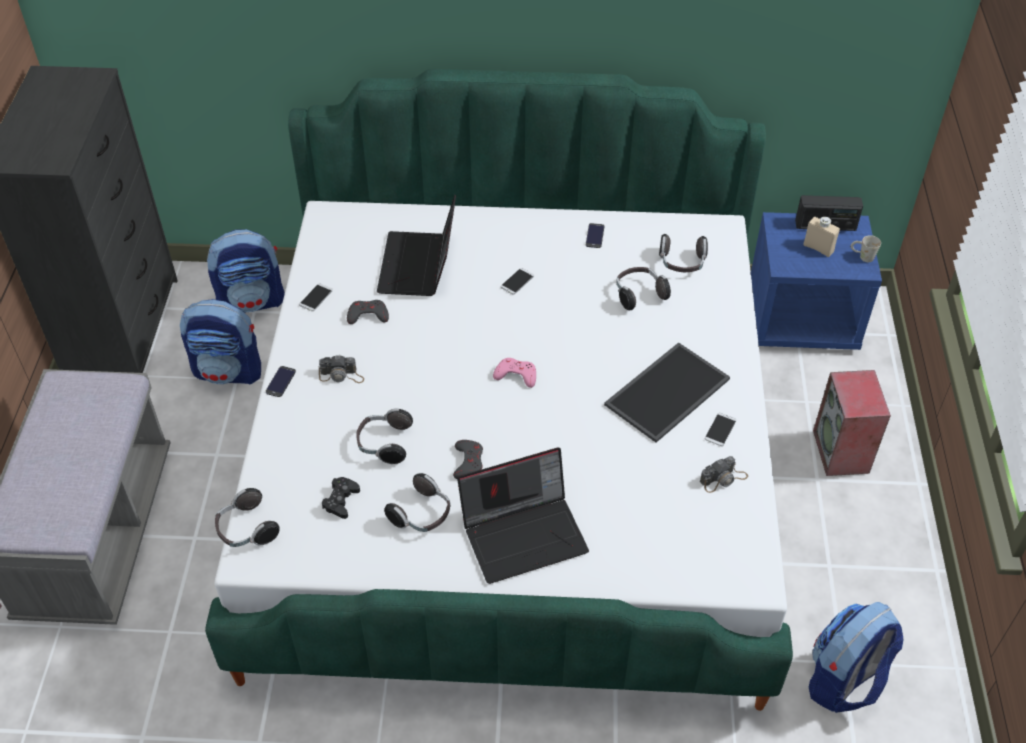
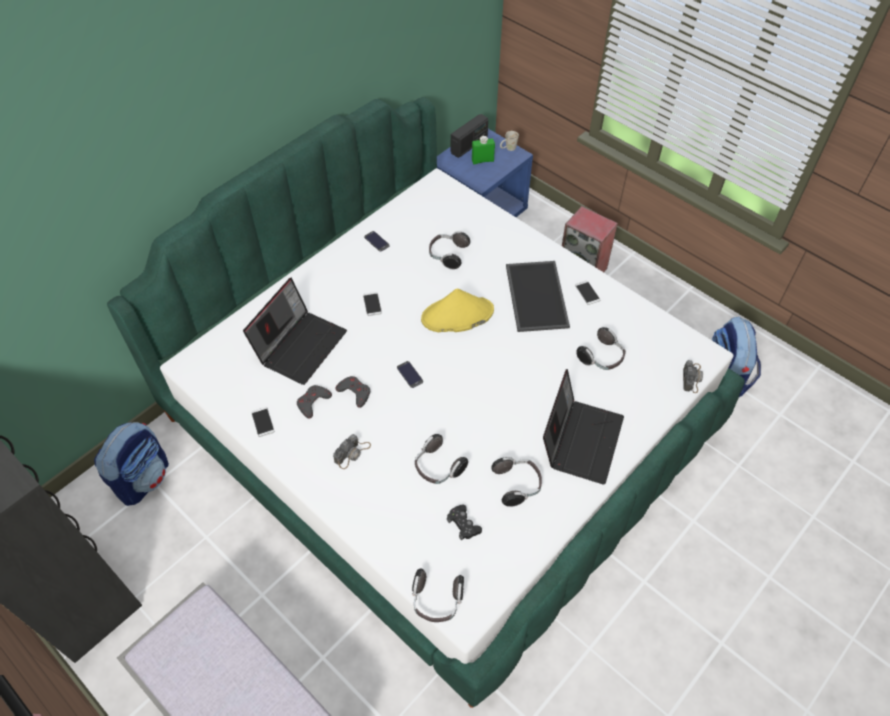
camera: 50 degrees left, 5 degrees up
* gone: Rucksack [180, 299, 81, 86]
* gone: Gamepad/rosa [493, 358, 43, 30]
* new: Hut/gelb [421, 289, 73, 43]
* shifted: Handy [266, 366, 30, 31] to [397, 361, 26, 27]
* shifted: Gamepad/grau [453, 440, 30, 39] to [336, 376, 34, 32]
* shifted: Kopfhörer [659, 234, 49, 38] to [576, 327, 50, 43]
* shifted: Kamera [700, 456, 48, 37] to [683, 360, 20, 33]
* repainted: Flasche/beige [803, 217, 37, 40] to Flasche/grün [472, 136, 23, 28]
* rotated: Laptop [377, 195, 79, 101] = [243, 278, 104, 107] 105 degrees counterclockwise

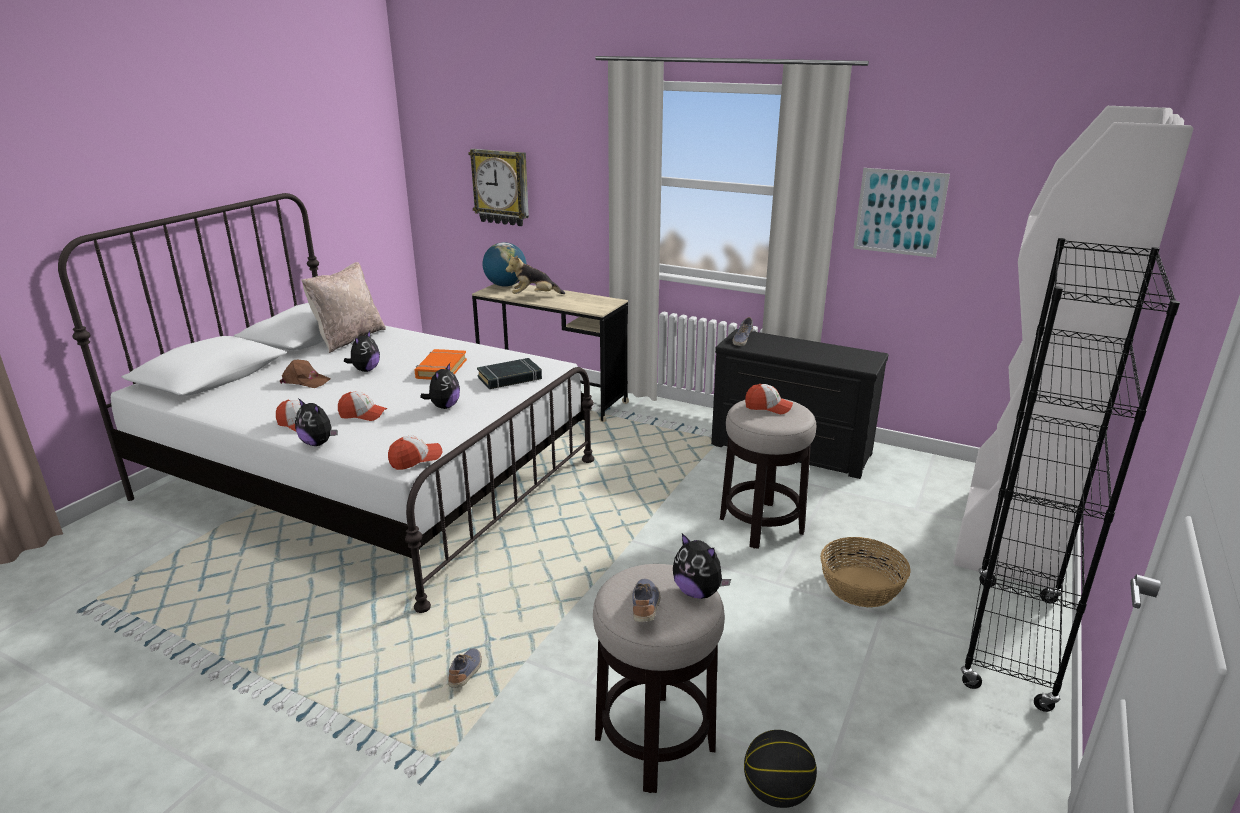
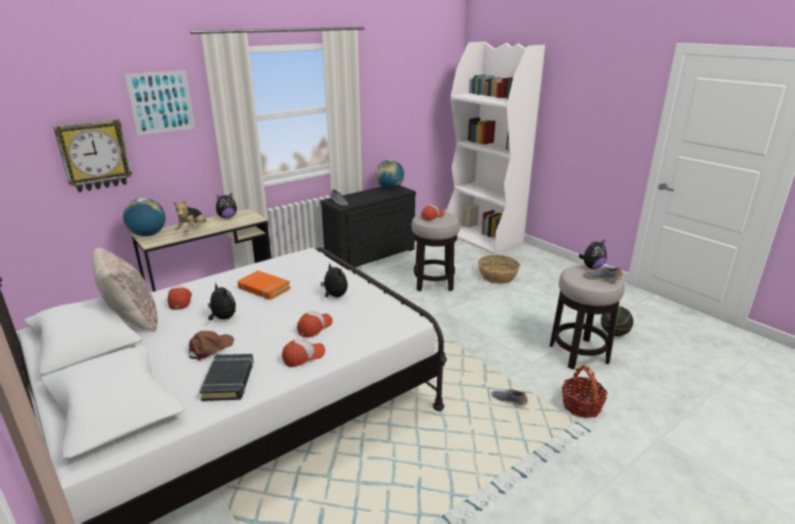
camera: 65 degrees left, 0 degrees up
* gone: Bücherregal/schwarz [961, 238, 219, 474]
* new: Globus [376, 160, 28, 29]
* new: Korb [562, 365, 46, 53]
* shifted: Plüschtier [295, 398, 43, 48] to [216, 193, 21, 26]
* shifted: Kappe [388, 435, 54, 35] to [168, 285, 24, 25]
* shifted: Buch/schwarz [477, 358, 65, 31] to [200, 354, 54, 47]
* shifted: Bild [853, 168, 97, 90] to [124, 70, 71, 65]

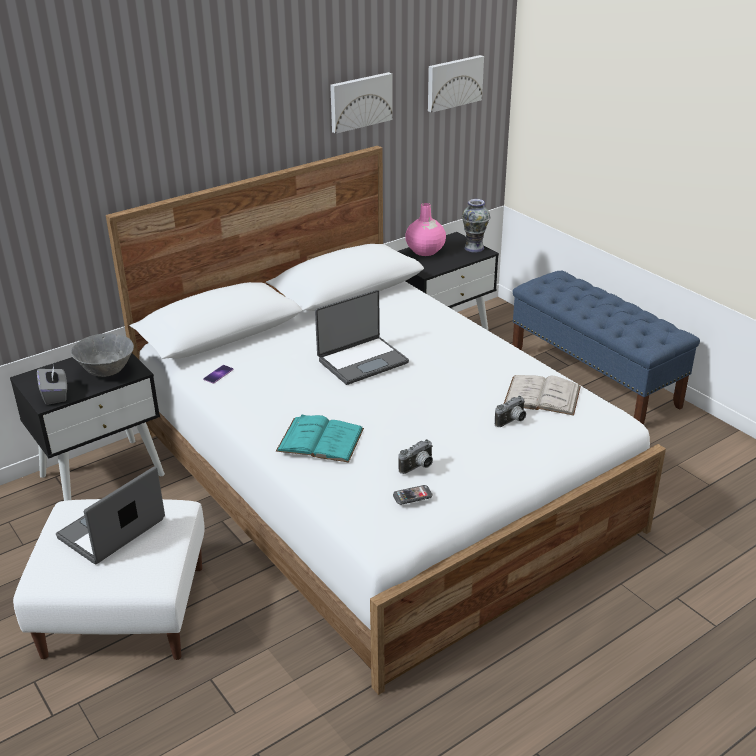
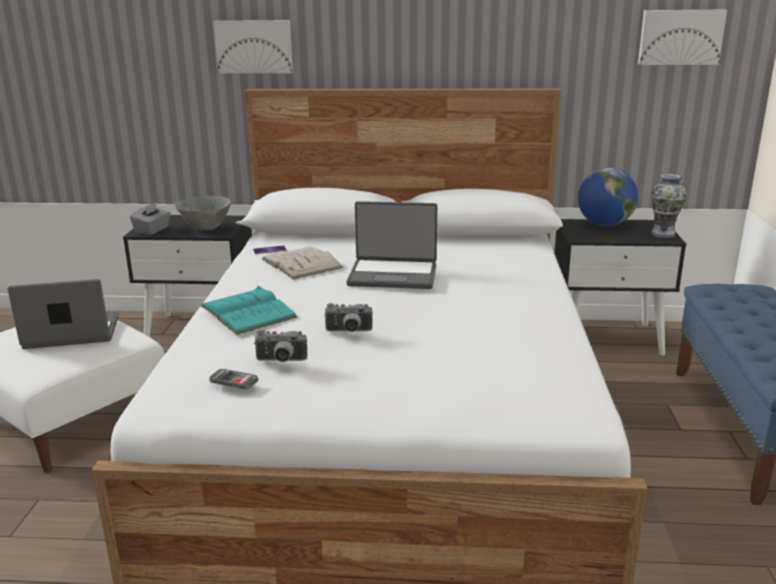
camera: 40 degrees right, 10 degrees down
* shifted: Bild [330, 72, 63, 62] to [213, 20, 80, 53]
* shifted: Kamera [495, 396, 31, 31] to [324, 303, 49, 29]
* shifted: Buch/weiß [504, 375, 77, 41] to [261, 247, 82, 32]
* swapped: Vase/rosa [405, 203, 41, 53] to Globus [578, 168, 60, 58]

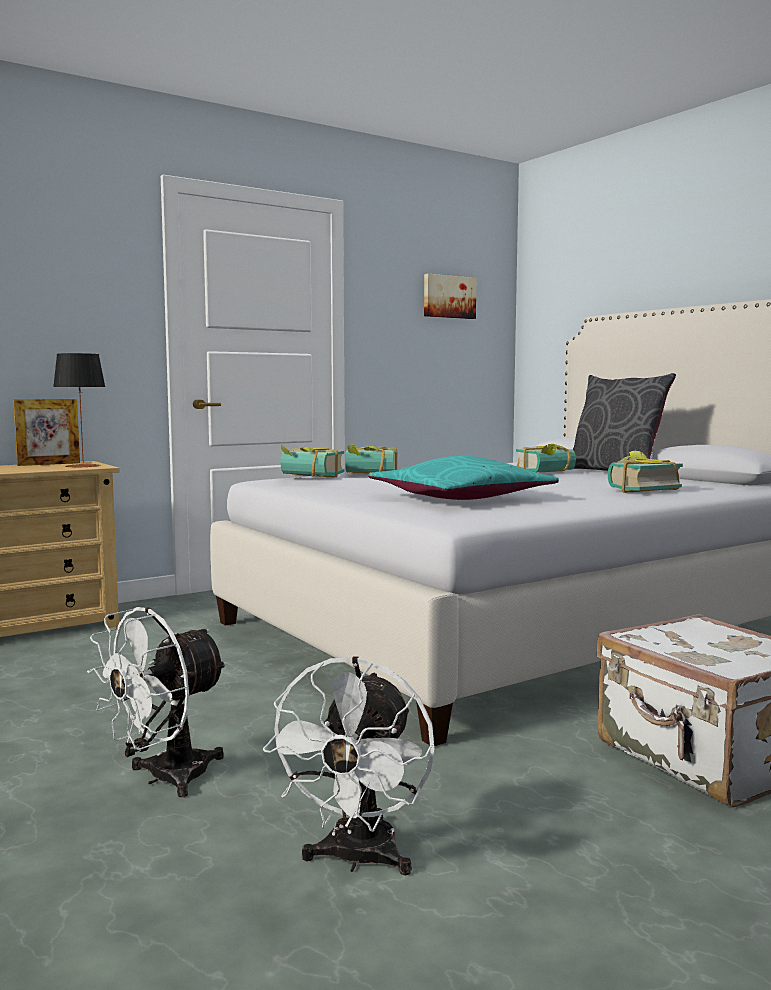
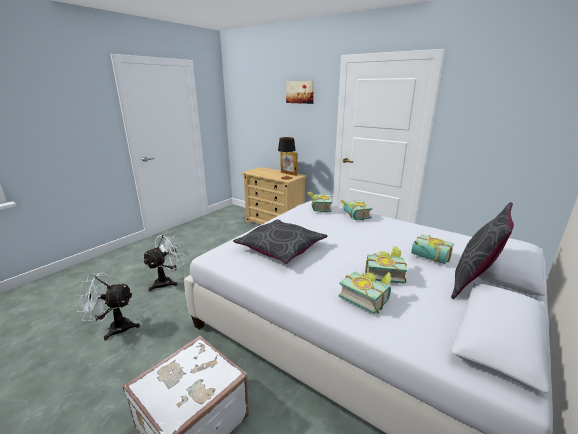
camera: 70 degrees right, 15 degrees up
* new: Buch [365, 246, 42, 38]
* shifted: Bild [424, 274, 52, 45] to [286, 81, 28, 23]
* repainted: Kissen/türkis [368, 456, 191, 44] to Kissen/grau [233, 219, 95, 45]
* rotated: Ventilator/weiß [87, 607, 141, 190] = [142, 233, 43, 58] 105 degrees clockwise

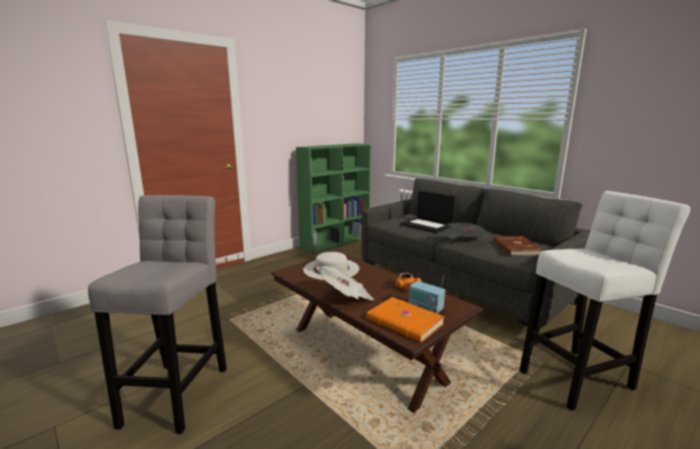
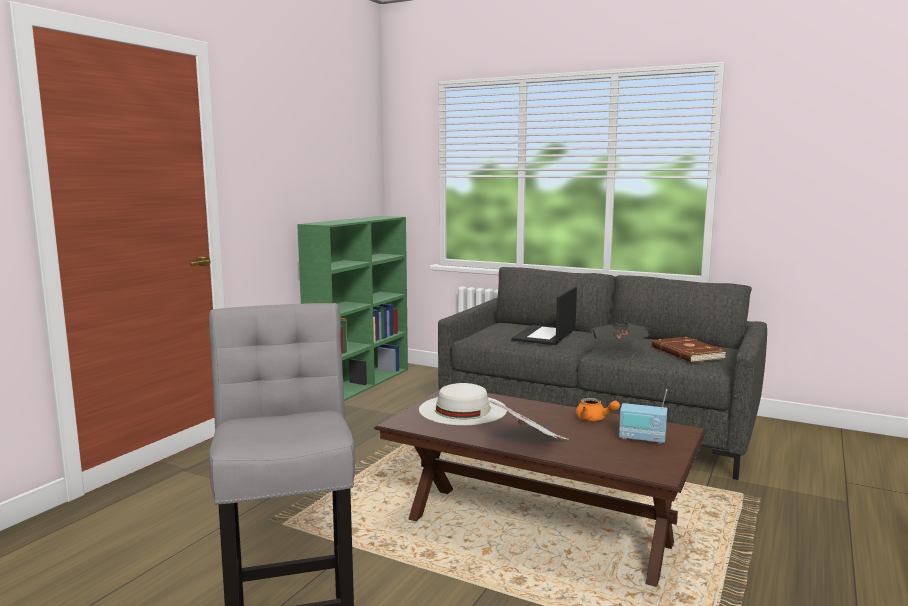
camera: 20 degrees left, 5 degrees down
* gone: Buch/orange [366, 297, 78, 46]
* gone: Hocker/weiß [519, 191, 171, 220]
* rotated: Laptop [400, 191, 55, 42] = [512, 287, 65, 58] 90 degrees clockwise

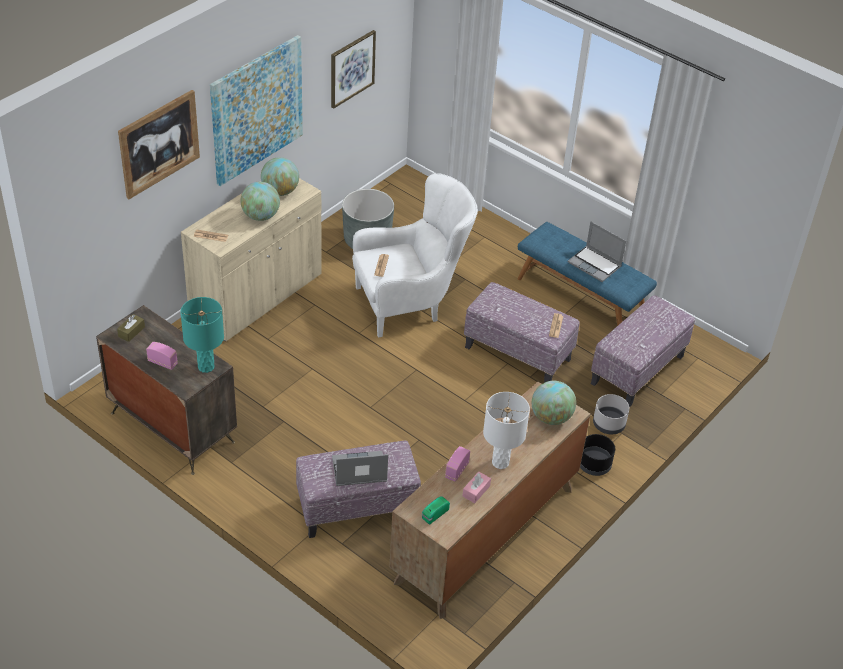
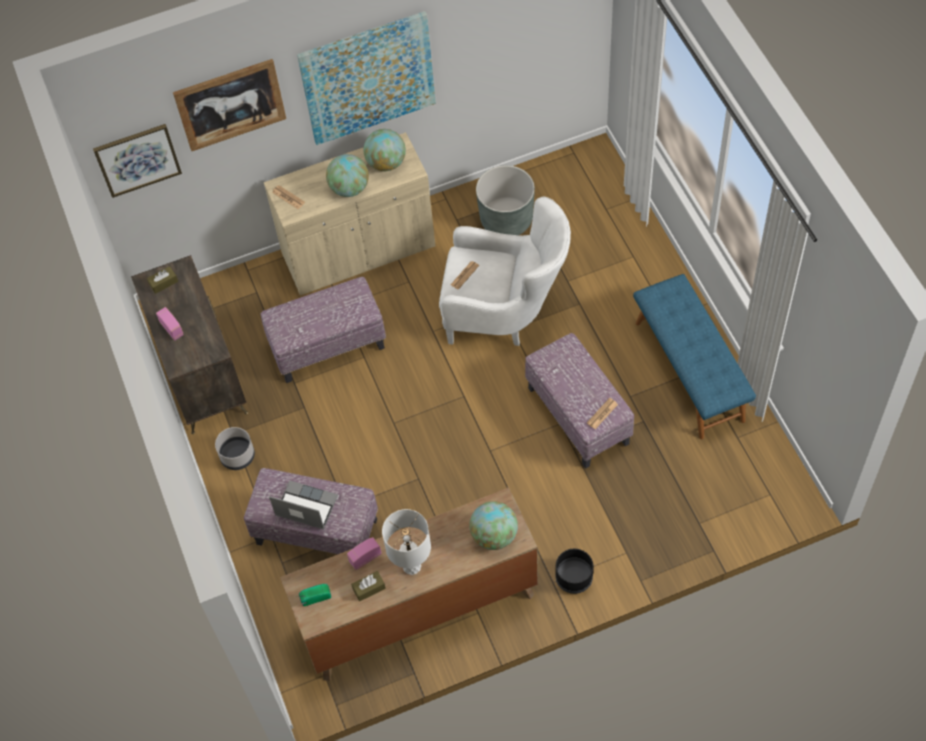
camera: 35 degrees right, 15 degrees up
* gone: Tischlampe/türkis [180, 297, 44, 76]
* gone: Laptop [568, 222, 58, 60]
* shifted: Bild [331, 30, 45, 79] to [93, 124, 89, 74]
* shifted: Polsterhocker [591, 295, 104, 112] to [261, 277, 125, 106]
* shifted: Pflanzkübel/grau [593, 394, 36, 40] to [215, 427, 40, 43]
* repainted: Taschentuchbox/rosa [462, 472, 29, 31] to Taschentuchbox/braun [351, 571, 35, 30]

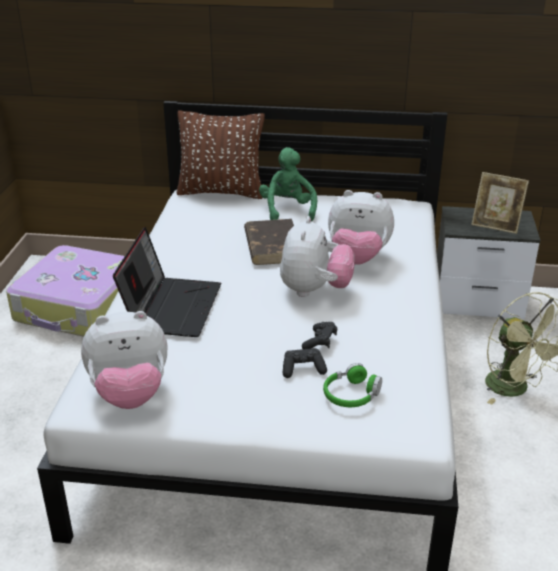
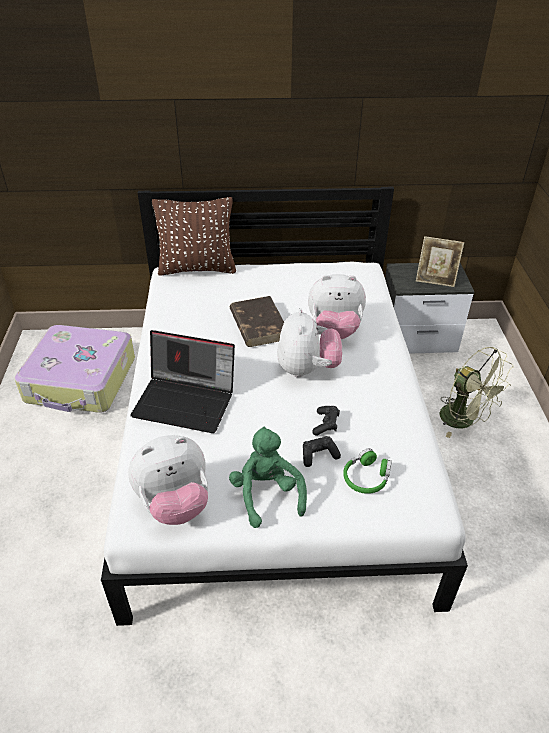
camera: 10 degrees left, 10 degrees up
* shifted: Plüschtier/grün [259, 147, 58, 74] to [229, 426, 78, 102]
* rotated: Laptop [113, 227, 108, 110] = [130, 330, 105, 103] 105 degrees clockwise

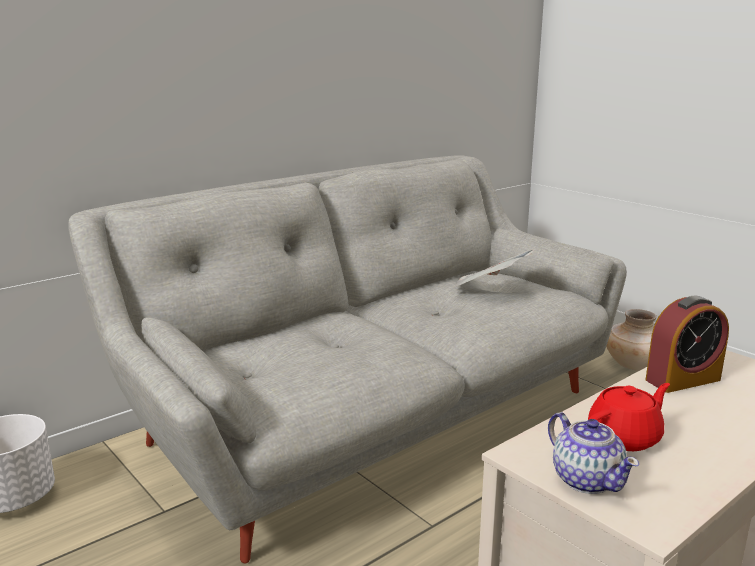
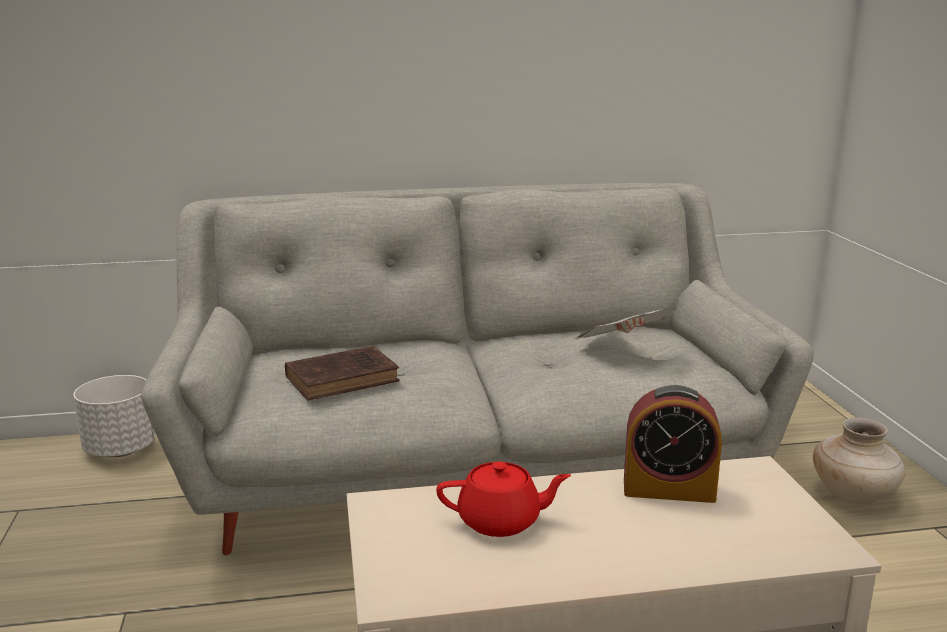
camera: 30 degrees right, 0 degrees up
* gone: Teekanne [548, 412, 91, 82]
* new: Buch/braun [285, 346, 114, 55]

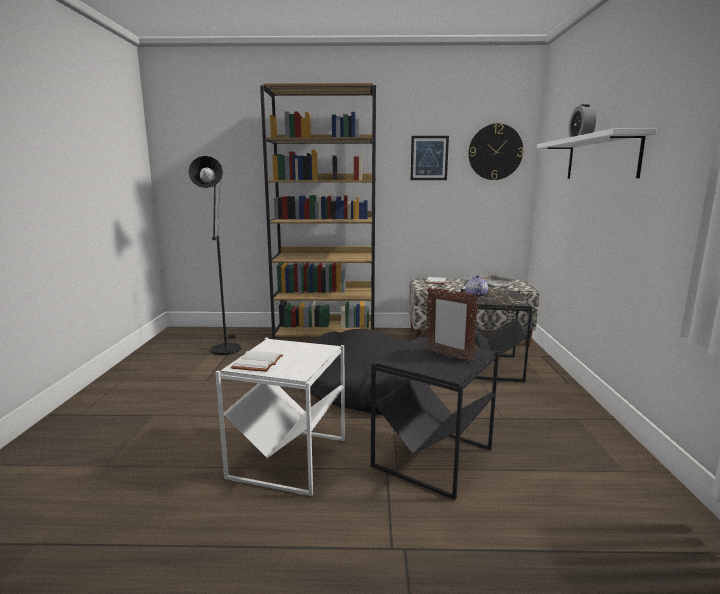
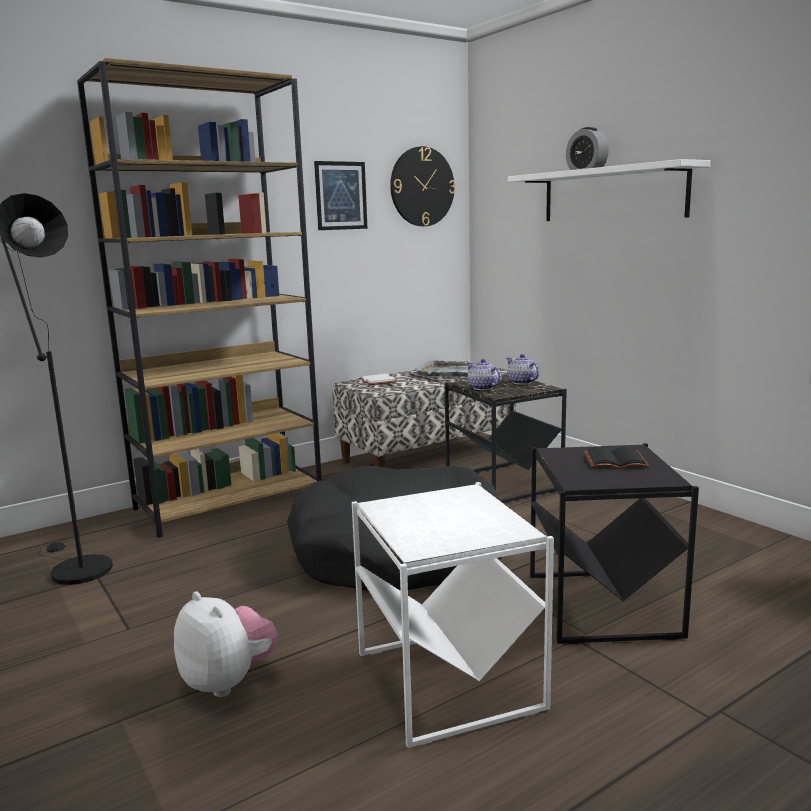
camera: 35 degrees left, 0 degrees up
* gone: Buch/weiß [231, 351, 52, 21]
* new: Plüschtier [174, 591, 104, 106]
* new: Teekanne [506, 354, 34, 31]
* swapped: Bilderrahmen [426, 287, 53, 75] to Buch/schwarz [584, 446, 66, 23]

